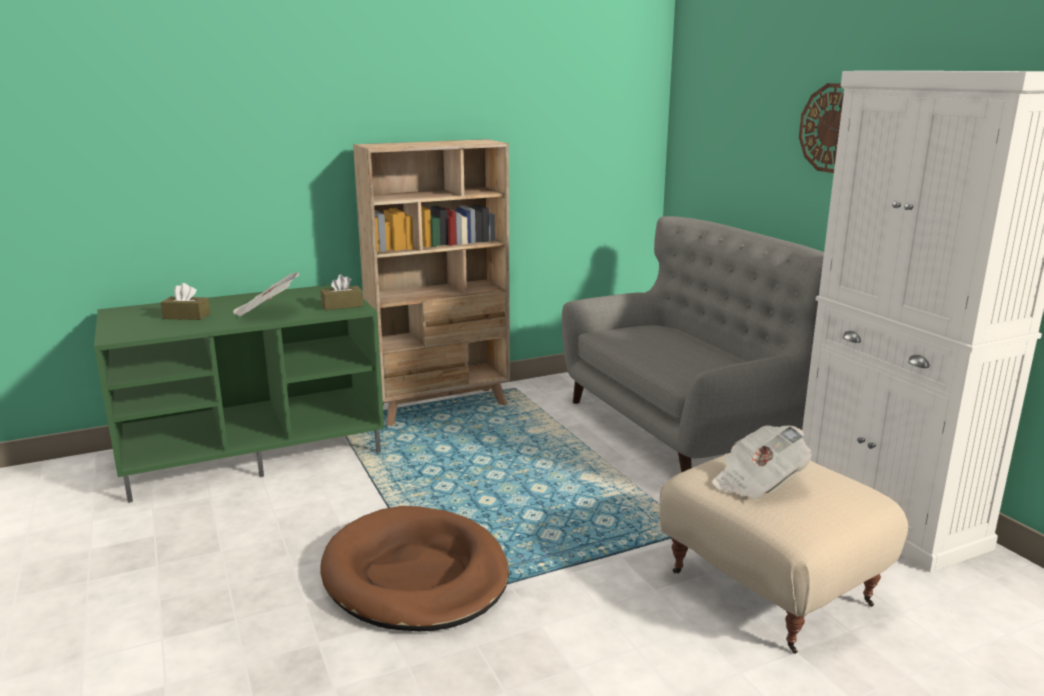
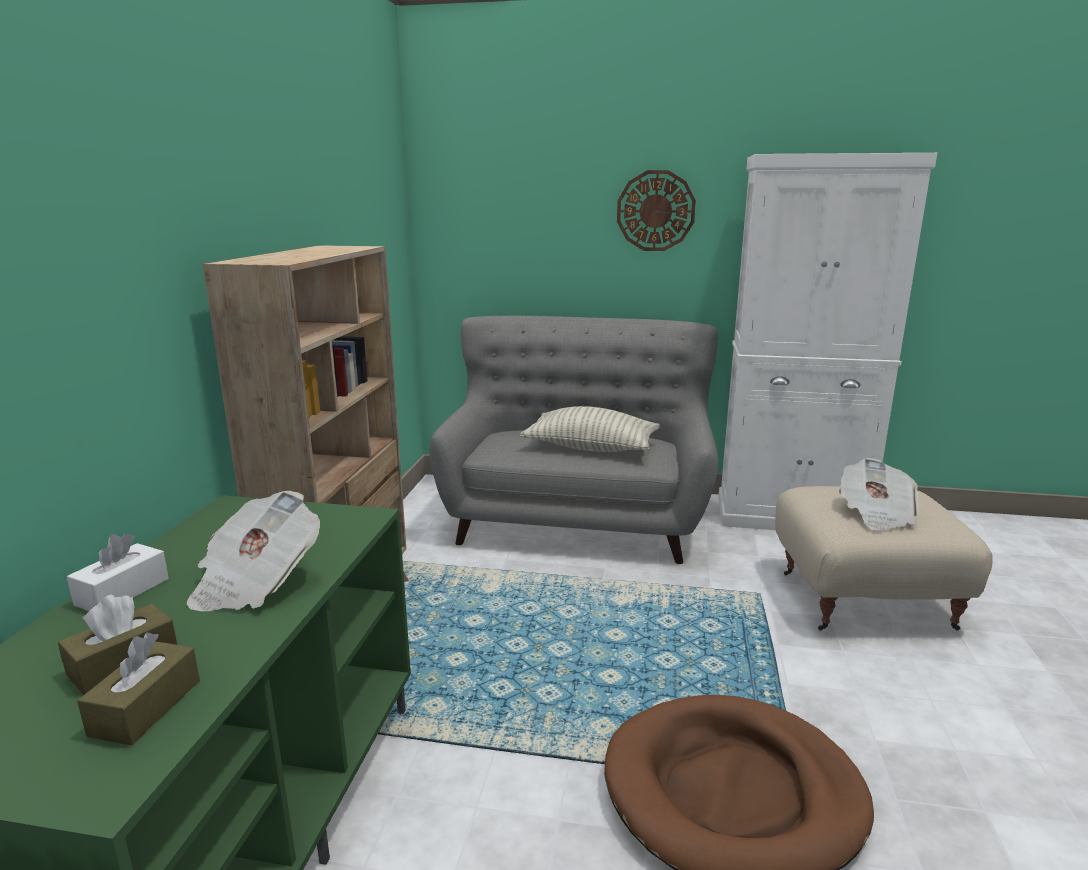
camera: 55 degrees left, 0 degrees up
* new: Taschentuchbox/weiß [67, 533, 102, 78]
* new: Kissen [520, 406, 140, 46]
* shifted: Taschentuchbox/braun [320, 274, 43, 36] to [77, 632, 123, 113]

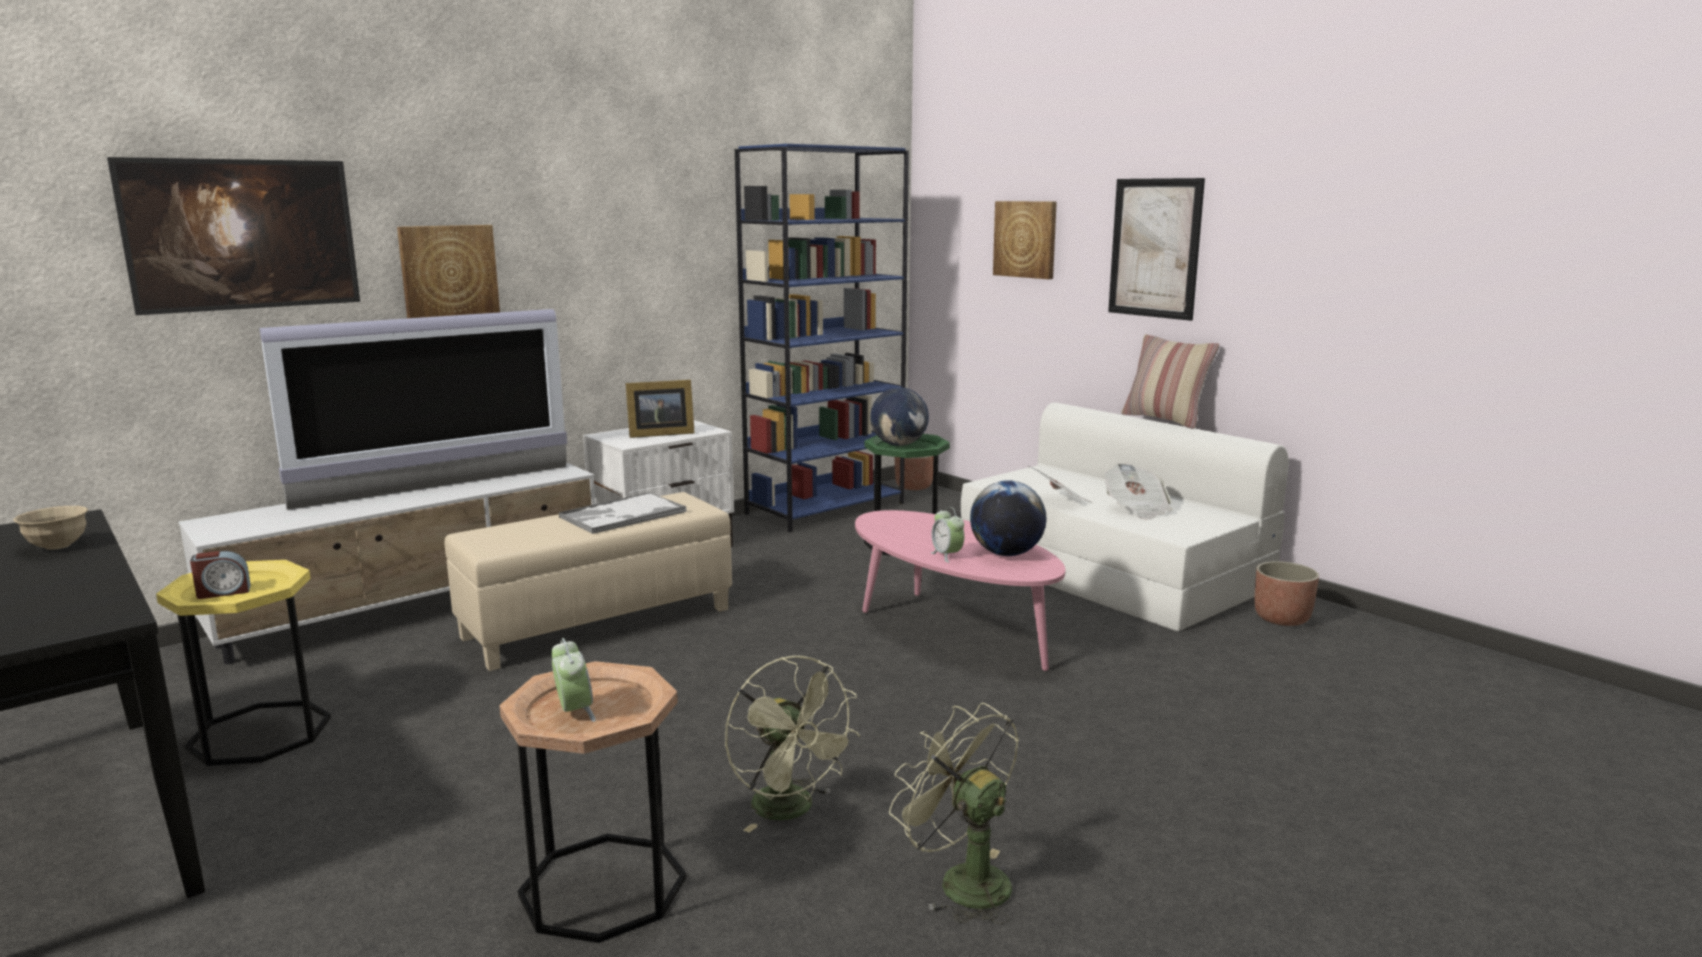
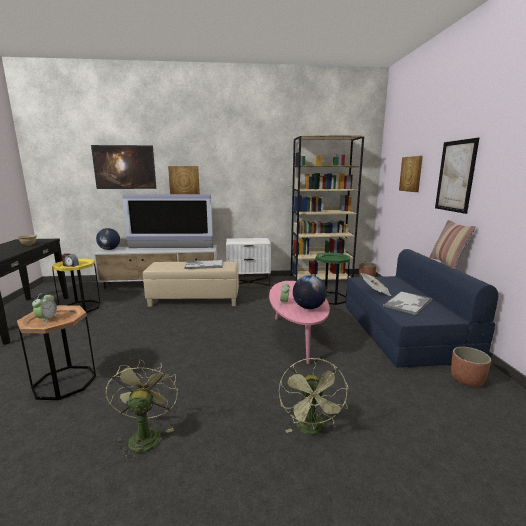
camera: 35 degrees right, 0 degrees up
* gone: Bilderrahmen [626, 380, 69, 58]
* shifted: Ventilator/grün [725, 656, 135, 177] to [279, 358, 69, 77]
* shifted: Globus [870, 387, 59, 59] to [96, 228, 24, 22]
* swapped: Zeitung [1104, 463, 69, 57] to Tablett [383, 291, 49, 24]
* repainted: Bücherregal/blau [735, 144, 174, 388] to Bücherregal/beige [291, 135, 73, 146]
* repainted: Sofa/weiß [961, 402, 327, 229] to Sofa/blau [346, 249, 152, 118]

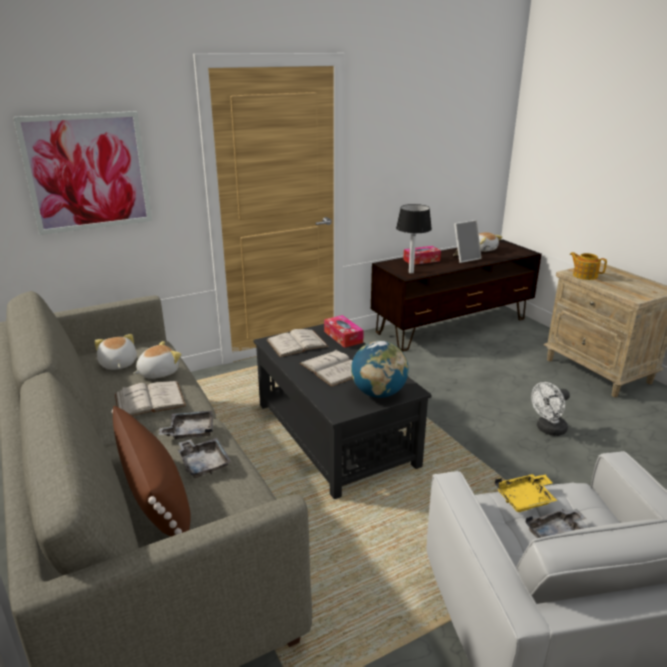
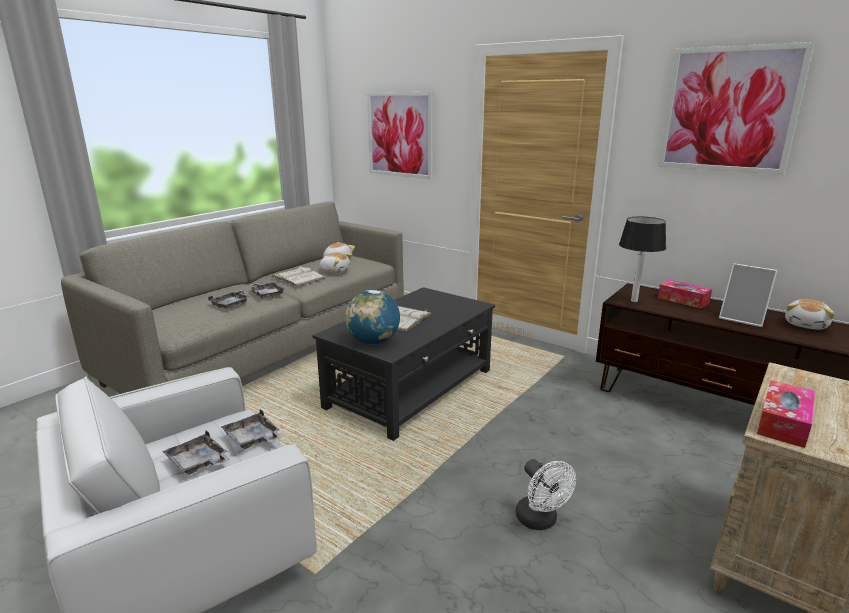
camera: 65 degrees right, 5 degrees down
* gone: Kissen/braun [112, 406, 79, 131]
* gone: Buch/weiß [267, 329, 62, 28]
* gone: Teekanne [569, 252, 38, 28]
* new: Bild [658, 42, 157, 133]
* shifted: Taschentuchbox [324, 315, 40, 33] to [757, 380, 58, 68]
* repainted: Tablett/gelb [495, 474, 62, 38] to Tablett/grau [221, 409, 61, 40]
* rotated: Ventilator/weiß [531, 382, 39, 54] = [516, 459, 60, 71] 150 degrees counterclockwise

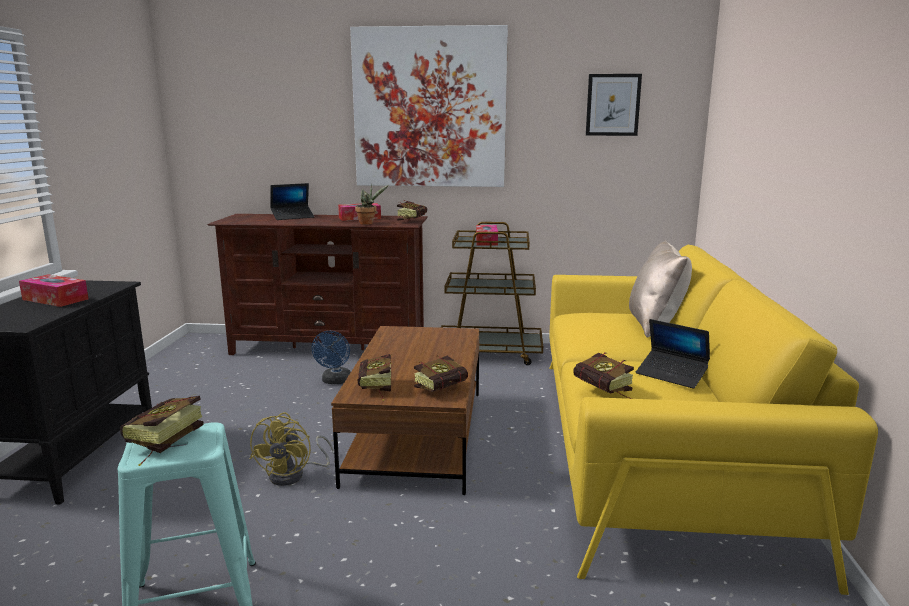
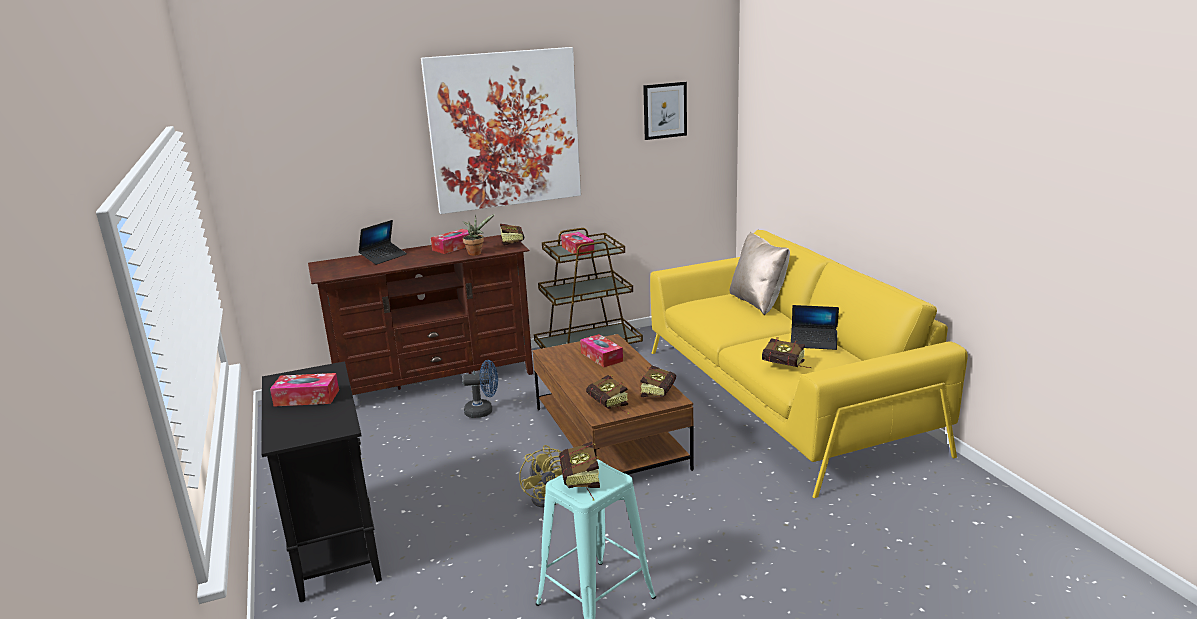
camera: 25 degrees left, 5 degrees up
* new: Taschentuchbox [580, 334, 43, 33]
* rotated: Ventilator/blau [311, 331, 40, 53] = [462, 360, 36, 58] 75 degrees counterclockwise

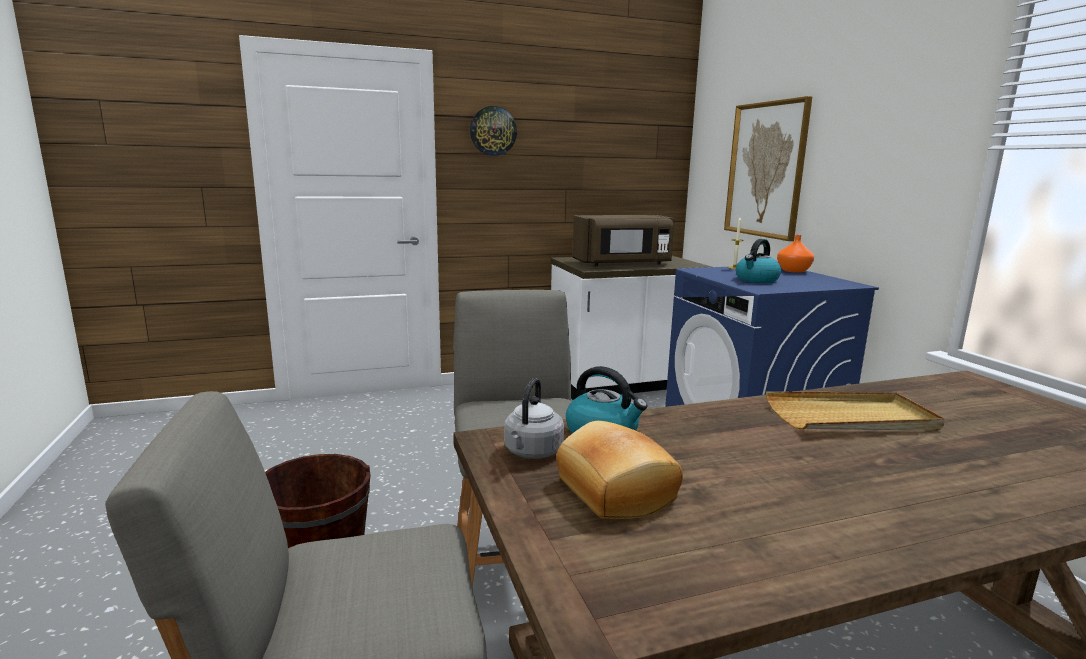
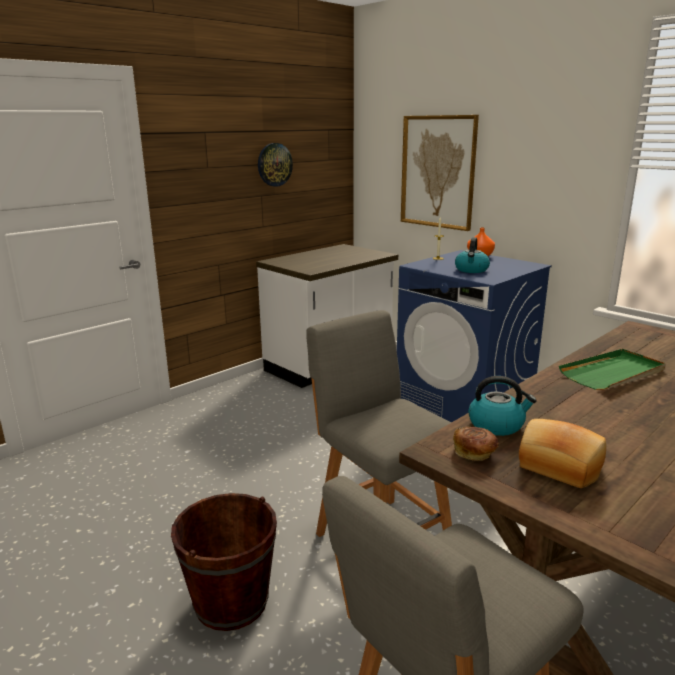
camera: 25 degrees left, 5 degrees up
* gone: Mikrowelle/braun [572, 215, 103, 51]
* shifted: Wanduhr [470, 106, 47, 50] to [258, 143, 35, 44]
* swapped: Wasserkessel/grau [504, 378, 60, 81] to Brot [453, 426, 46, 35]
* repainted: Tablett/beige [766, 391, 179, 40] to Tablett/grün [559, 349, 107, 41]

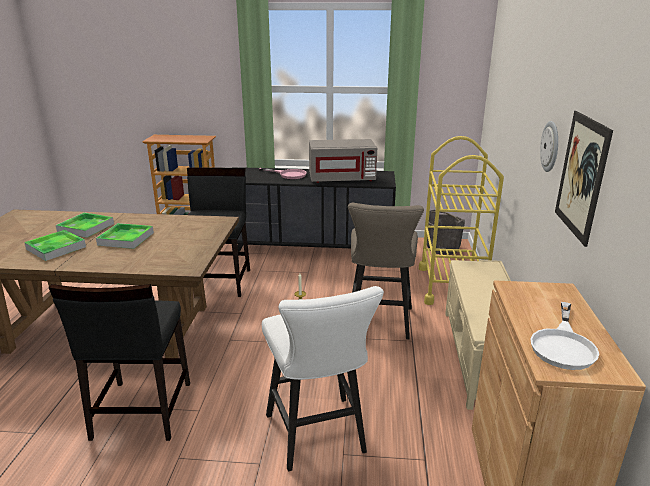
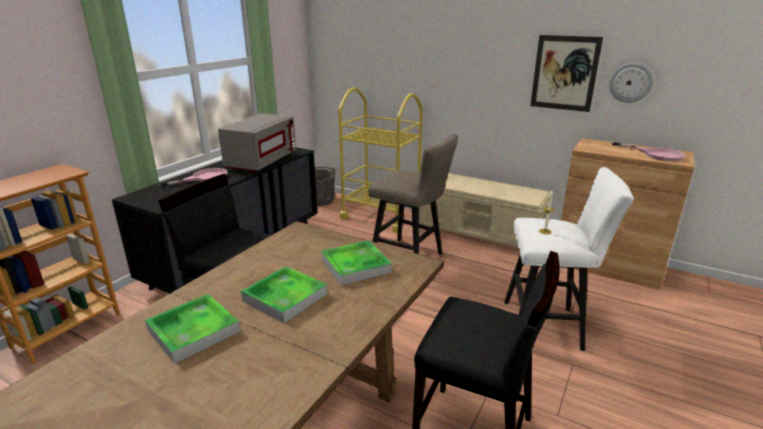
camera: 65 degrees left, 0 degrees up
* shifted: Tablett [24, 230, 62, 31] to [321, 240, 71, 45]
* shifted: Wanduhr [540, 121, 18, 51] to [609, 63, 44, 40]
* repainted: Pfanne/weiß [530, 302, 69, 68] to Pfanne/rosa [612, 142, 74, 20]

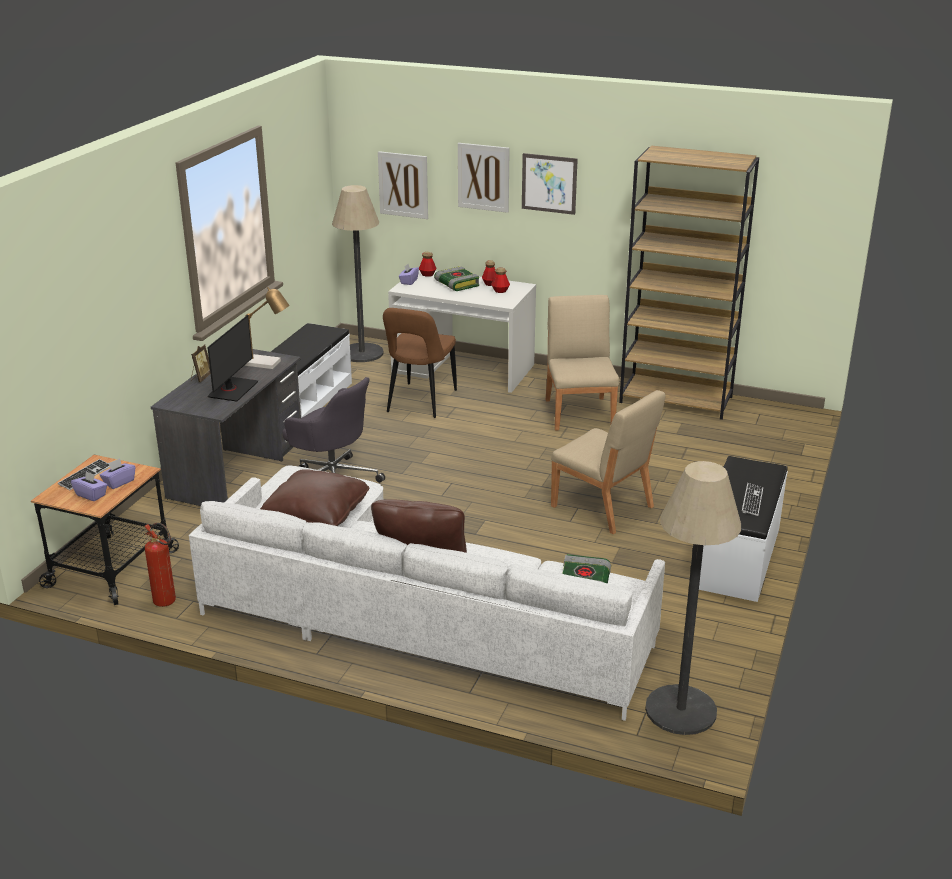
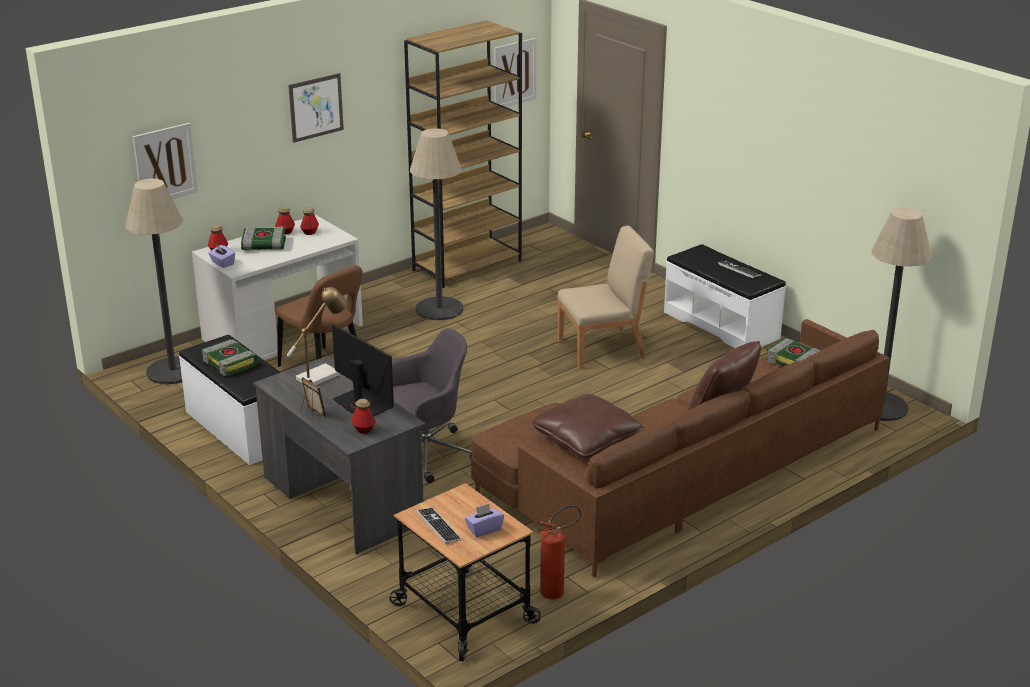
camera: 60 degrees left, 0 degrees up
* gone: Taschentuchbox/lila [100, 458, 35, 31]
* new: Buch [202, 339, 57, 37]
* new: Flasche [351, 399, 25, 35]
* shifted: Bild [458, 143, 52, 70] to [494, 38, 43, 69]
* swapped: Stuhl/beige [546, 295, 73, 136] to Stehlampe [410, 128, 53, 192]
* repainted: Sofa/weiß [189, 465, 476, 256] to Sofa/braun [471, 319, 418, 258]

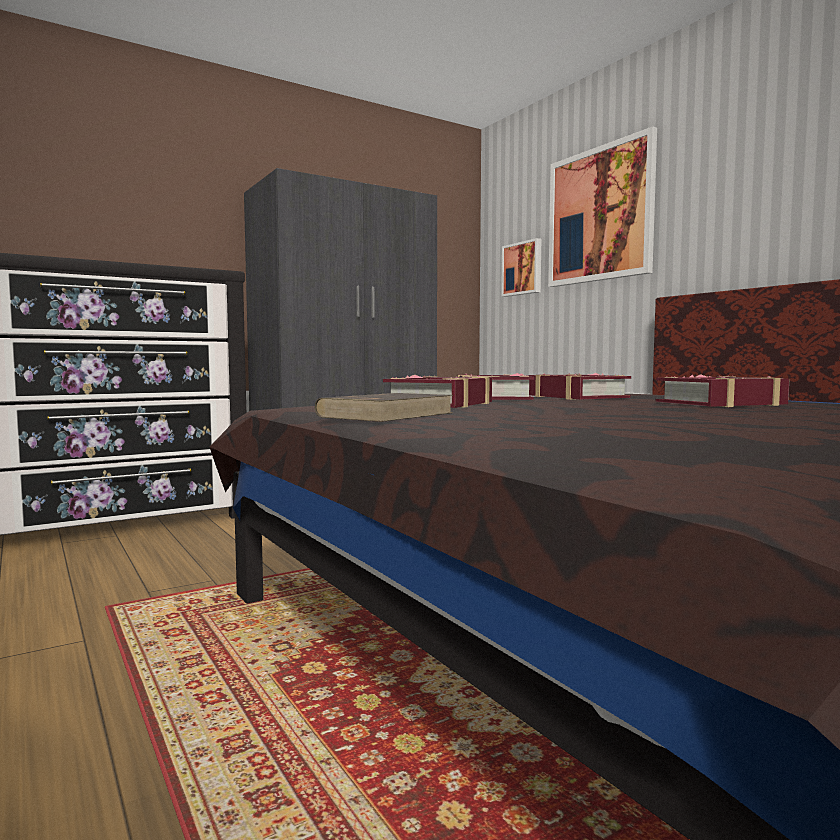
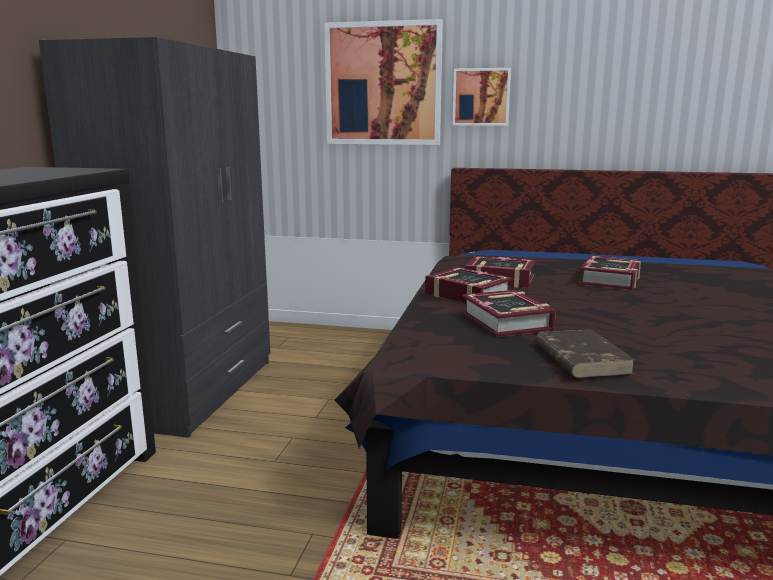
camera: 45 degrees left, 10 degrees up
* shifted: Bild [501, 238, 40, 59] to [453, 68, 58, 58]

